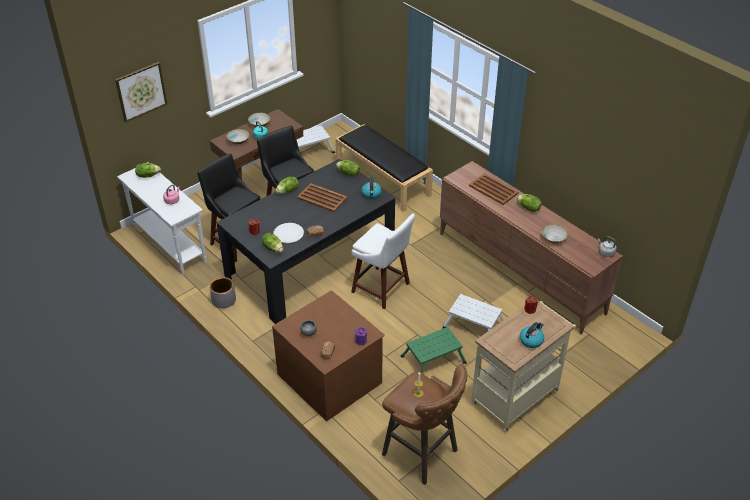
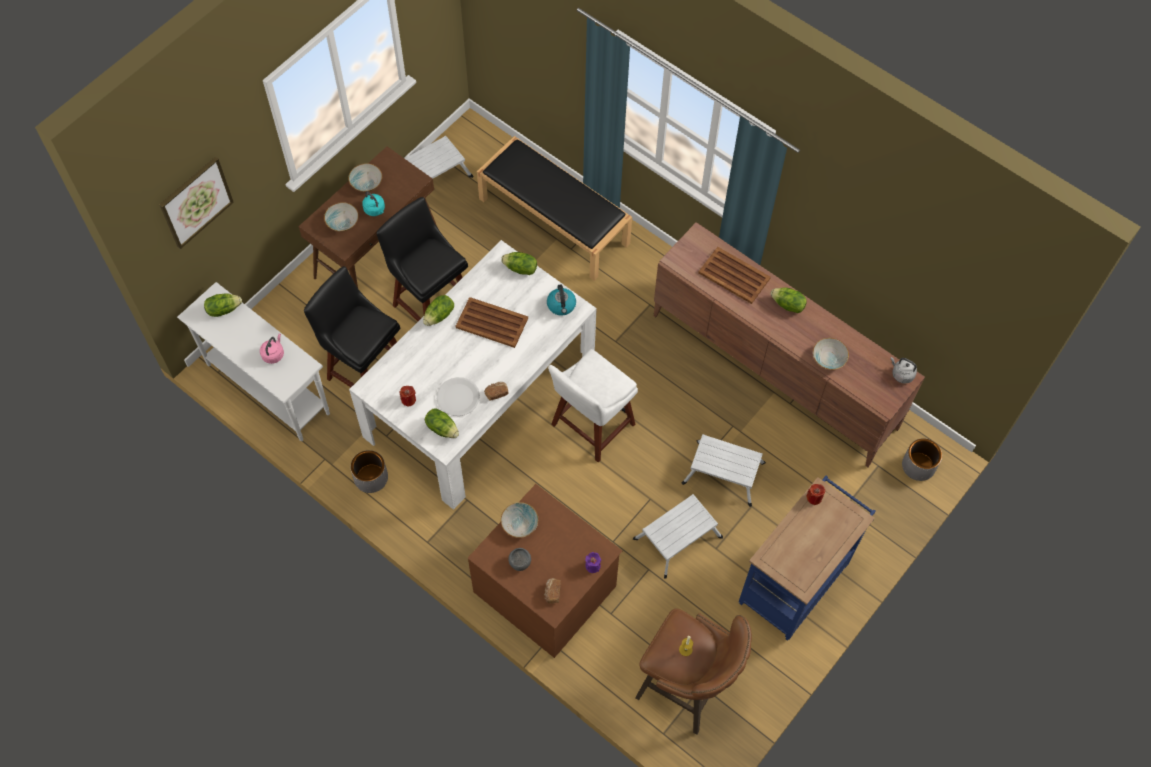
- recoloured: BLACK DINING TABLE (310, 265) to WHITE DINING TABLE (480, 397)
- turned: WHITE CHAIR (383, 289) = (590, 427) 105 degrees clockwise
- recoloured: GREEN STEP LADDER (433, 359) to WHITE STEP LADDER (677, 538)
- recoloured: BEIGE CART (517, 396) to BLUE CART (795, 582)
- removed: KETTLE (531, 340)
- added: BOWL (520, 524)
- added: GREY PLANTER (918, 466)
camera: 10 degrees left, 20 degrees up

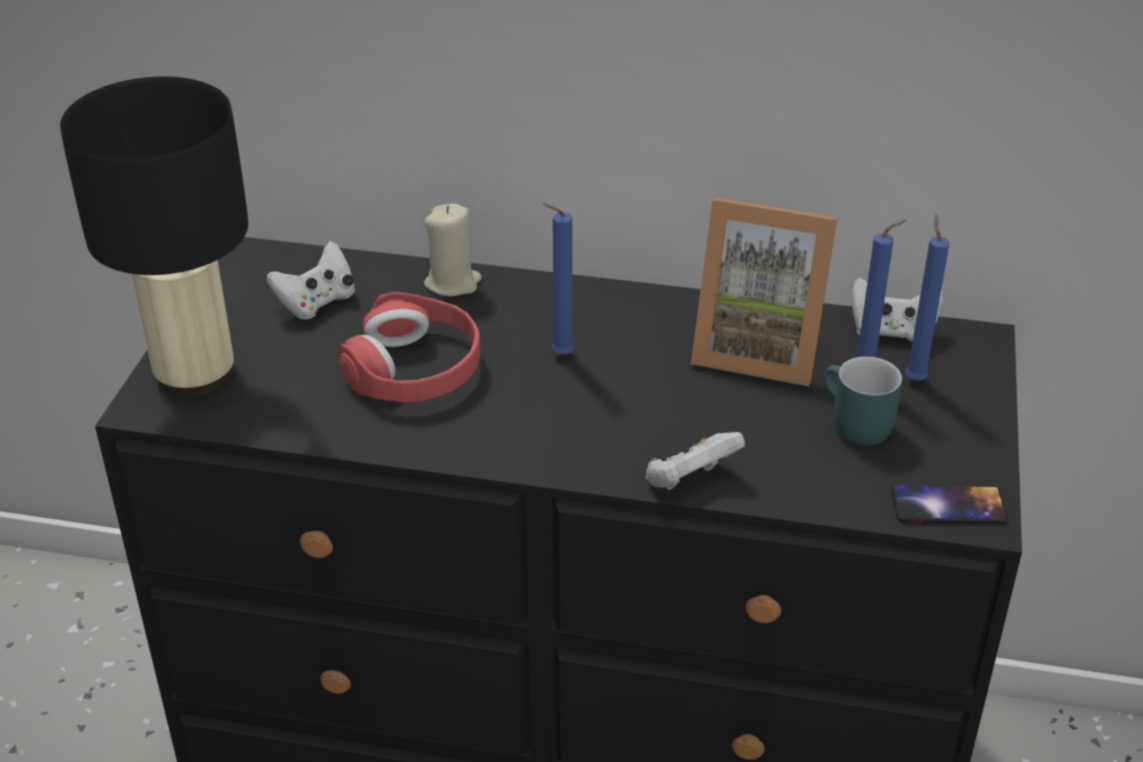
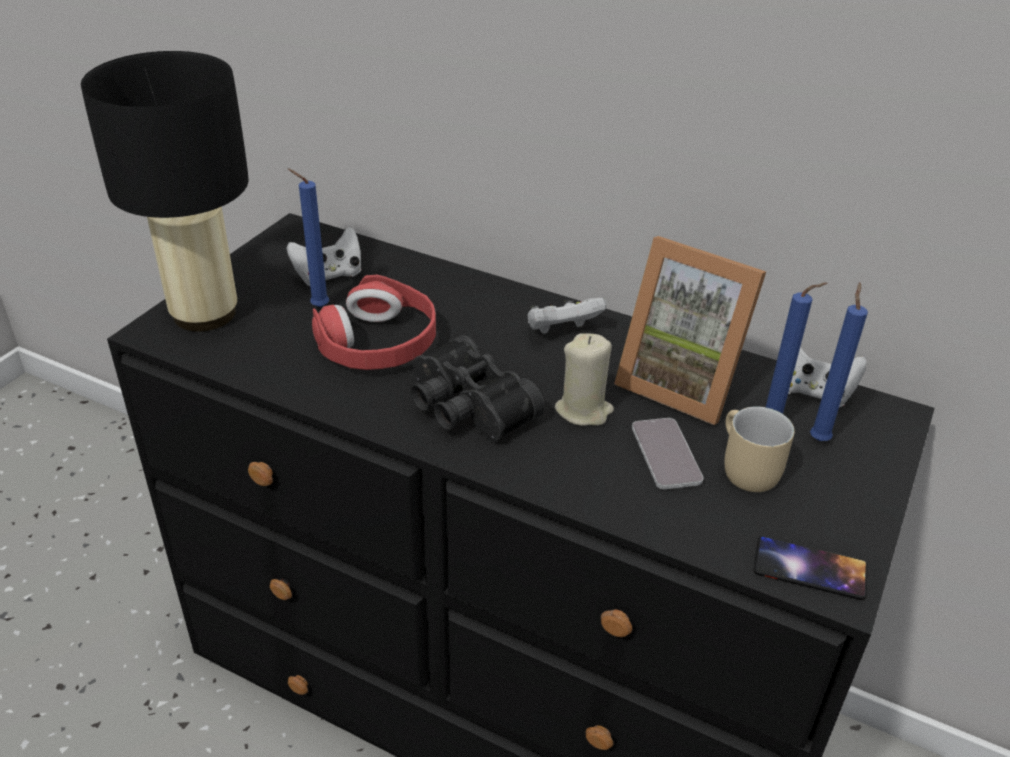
- moved: BEIGE CANDLE (453, 283) to (584, 410)
- moved: BLUE CANDLE (559, 355) to (317, 307)
- moved: WHITE GAME CONTROLLER (689, 481) to (562, 331)
- recoloured: TURQUOISE MUG (851, 425) to BEIGE MUG (742, 469)
- added: BLACK BINOCULARS (465, 408)
- added: PHONE (666, 454)
camera: 15 degrees right, 0 degrees up

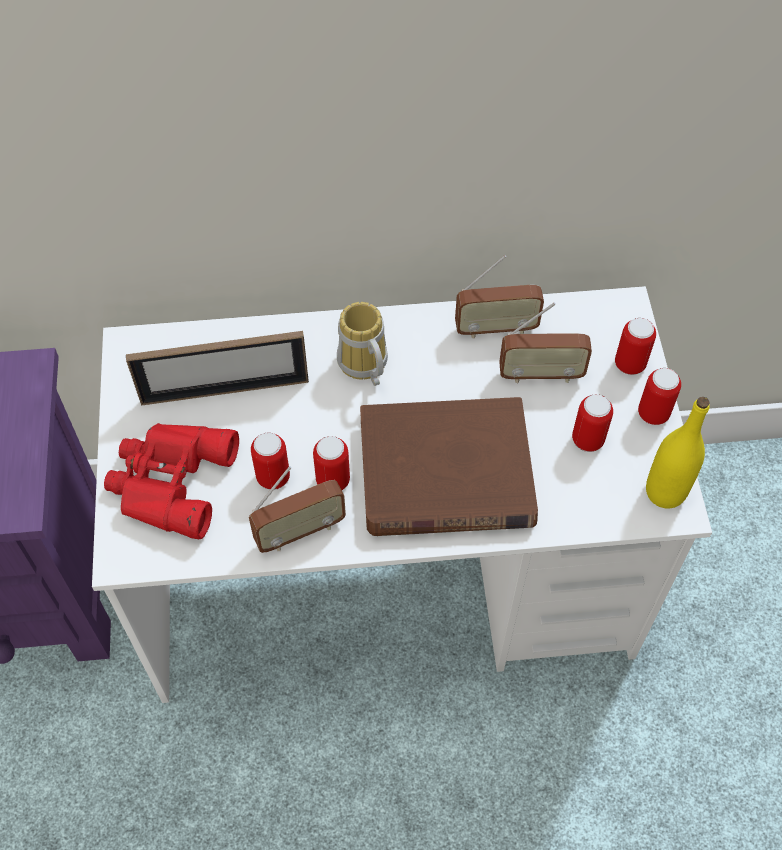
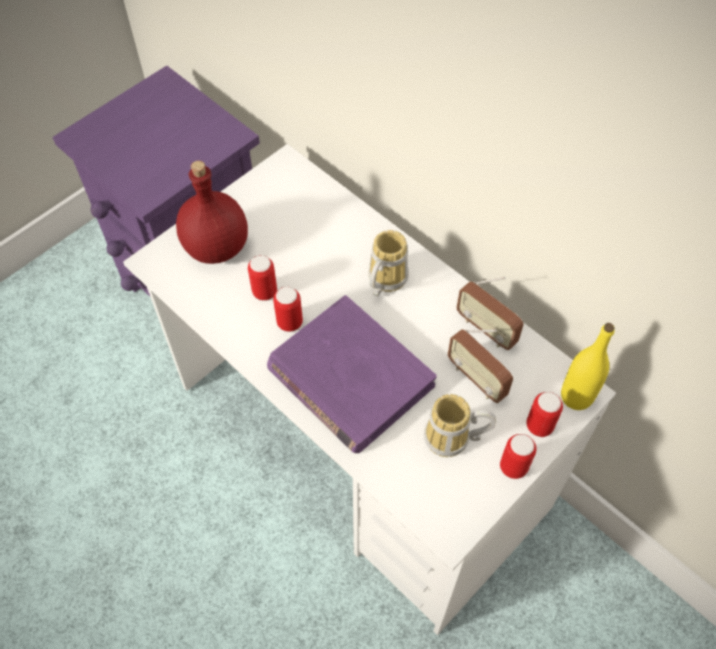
- replaced: RED BINOCULARS (169, 482) to RED BOTTLE (216, 246)
- removed: PICTURE FRAME (225, 391)
- removed: RADIO (300, 531)
- recoloured: BROWN BOOK (445, 474) to PURPLE BOOK (349, 377)
- replaced: CAN (587, 440) to MUG (453, 441)
- moved: YELLOW BOTTLE (665, 492) to (576, 396)
camera: 50 degrees right, 0 degrees up

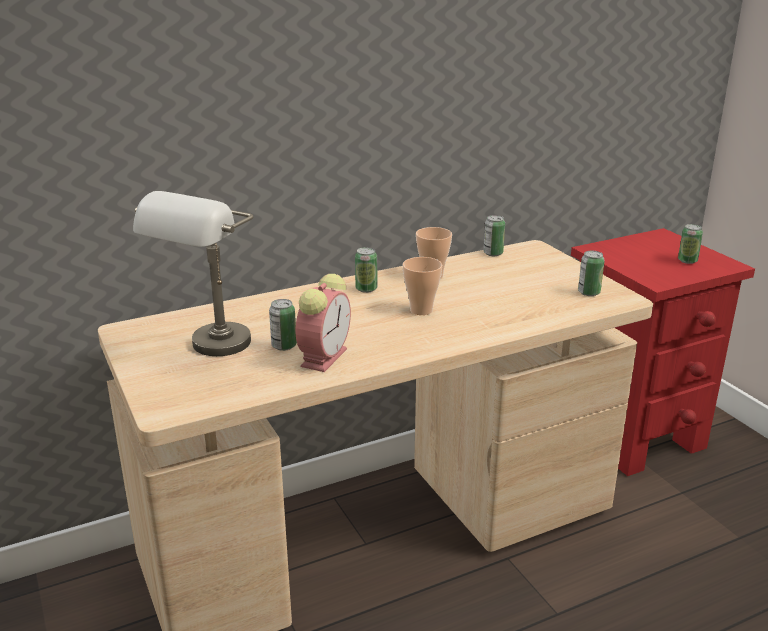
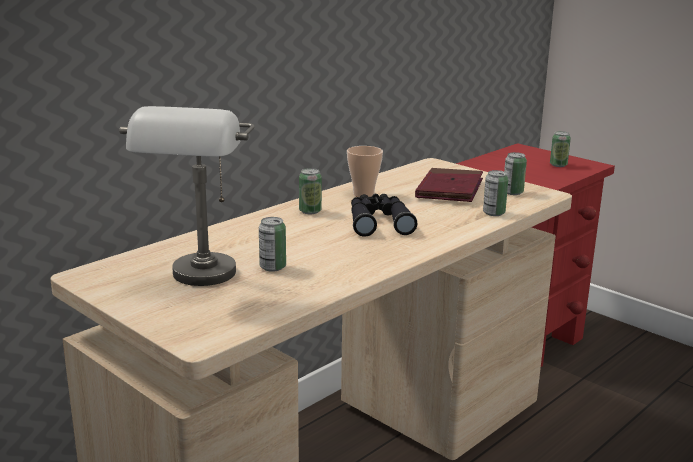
- removed: ALARM CLOCK (324, 356)
- replaced: CUP (421, 310) to BLACK BINOCULARS (379, 222)
- moved: CAN (493, 253) to (494, 213)
- added: RED BOOK (449, 190)
camera: 20 degrees left, 5 degrees down

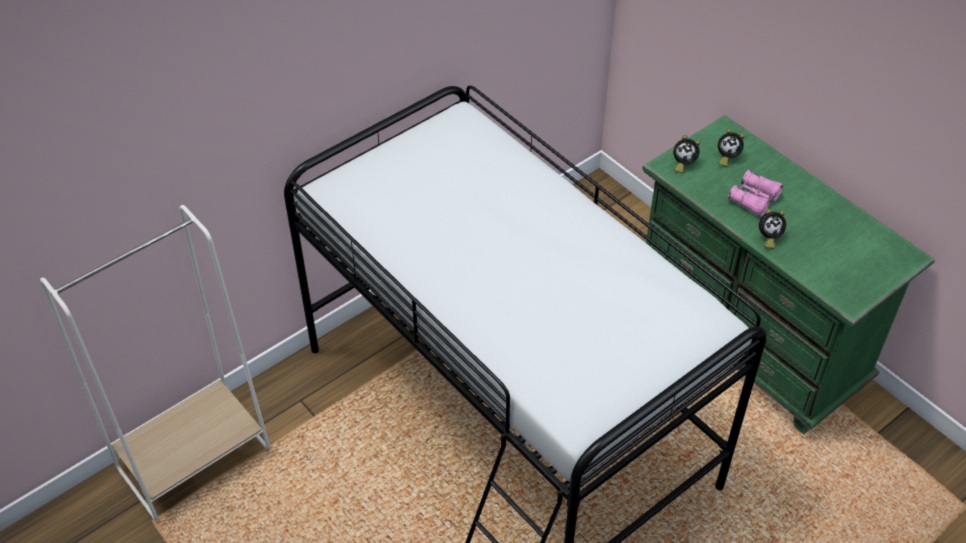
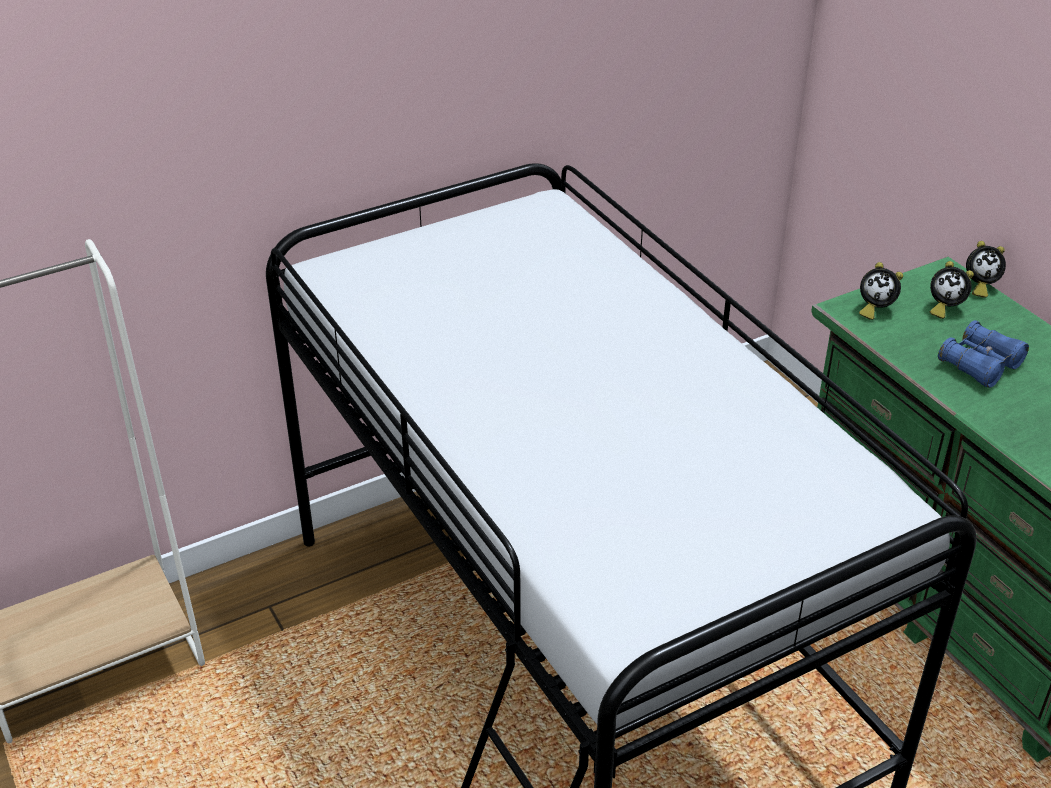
- recoloured: PINK BINOCULARS (753, 199) to BLUE BINOCULARS (980, 365)
- moved: ALARM CLOCK (768, 238) to (979, 286)
camera: 10 degrees right, 10 degrees down

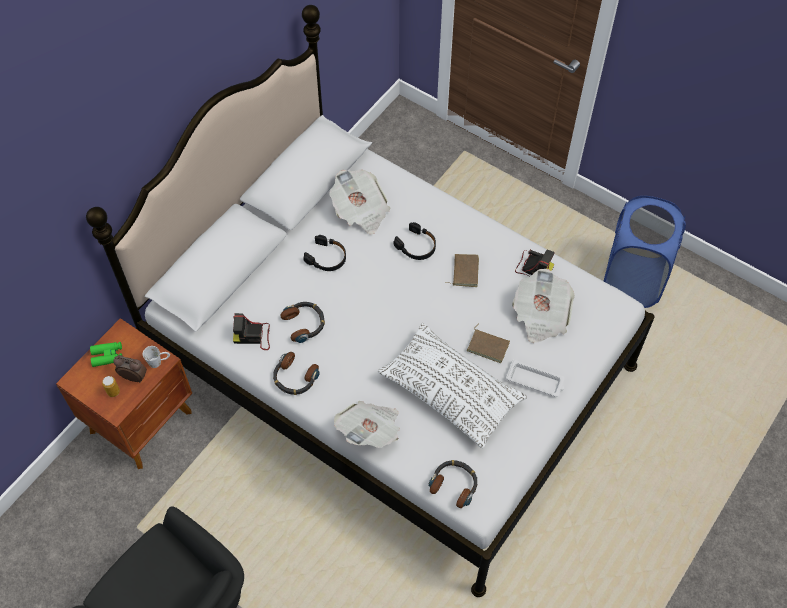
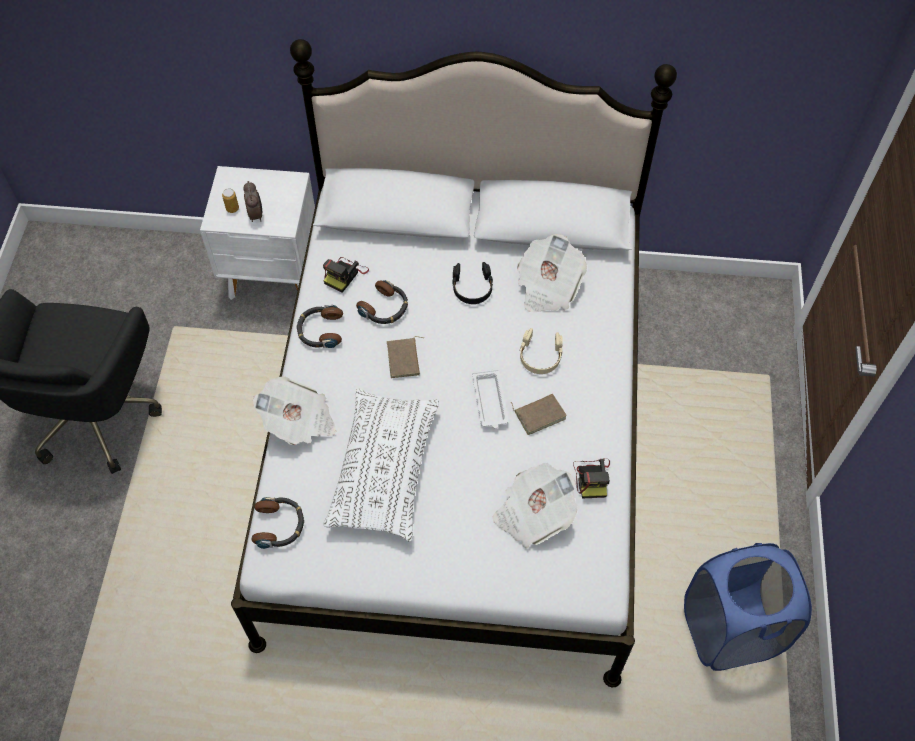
- recoloured: BROWN NIGHTSTAND (143, 422) to WHITE NIGHTSTAND (275, 275)
- removed: GREEN BINOCULARS (107, 356)
- removed: WHITE MUG (159, 361)
- turned: PHOTO CAMERA (253, 336) = (345, 275) 120 degrees counterclockwise
- recoloured: BLACK HEADPHONES (416, 246) to BEIGE HEADPHONES (540, 356)
- moved: BROWN BOOK (488, 346) to (405, 359)
- moved: WHITE TRAY (535, 380) to (490, 401)
camera: 60 degrees right, 0 degrees up

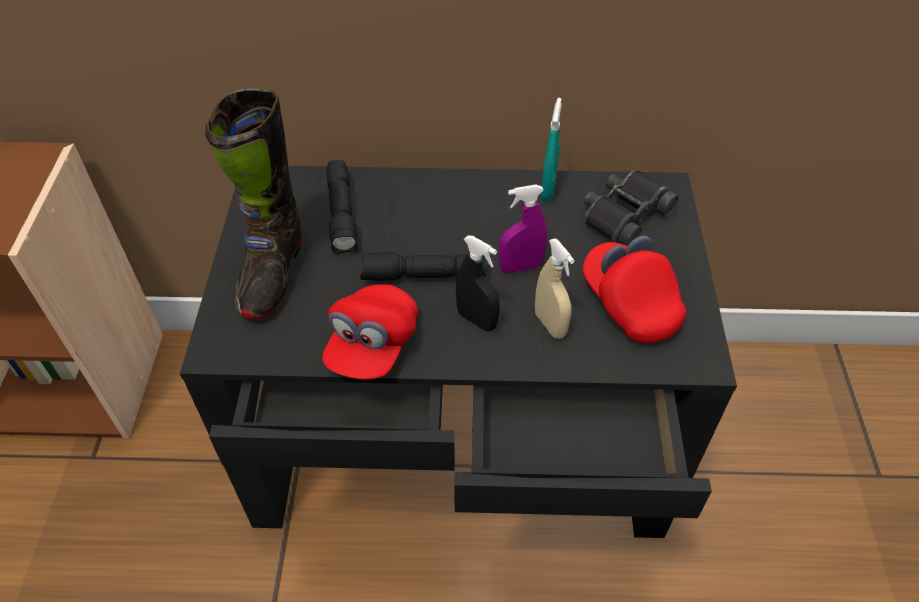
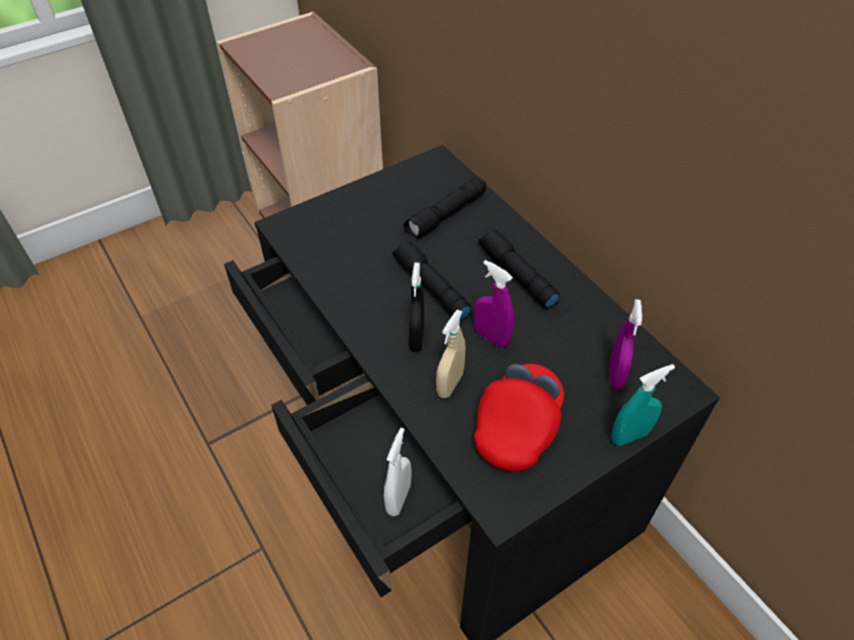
- removed: BLACK BOOT (272, 272)
- removed: RED CAP (372, 345)
- moved: TURQUOISE SPRAY BOTTLE (548, 189) to (629, 436)
- replaced: BLACK BINOCULARS (624, 215) to PURPLE SPRAY BOTTLE (615, 375)
- added: WHITE SPRAY BOTTLE (398, 498)
- added: BLACK FLASHLIGHT (516, 275)
camera: 55 degrees right, 0 degrees up

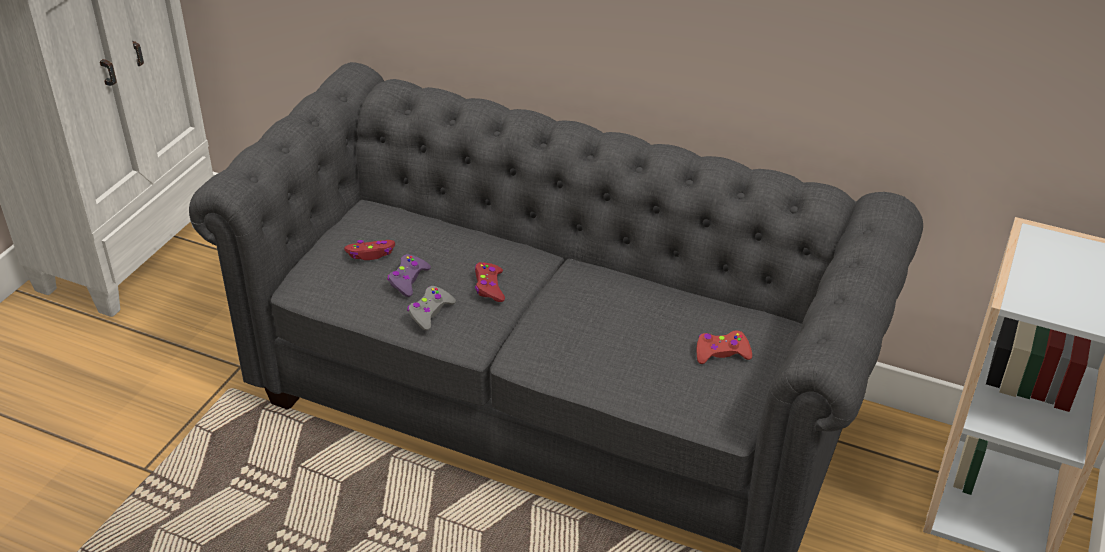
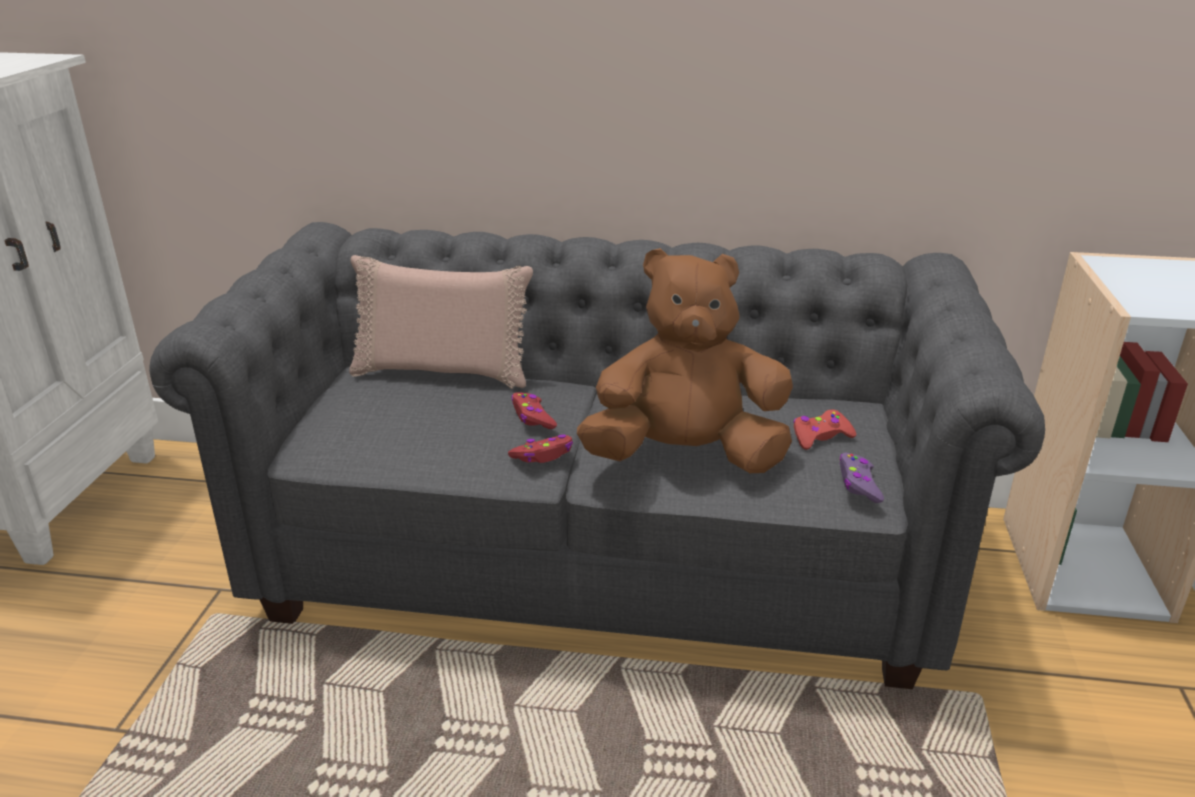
- moved: RED GAME CONTROLLER (371, 254) to (543, 455)
- moved: PURPLE GAME CONTROLLER (408, 280) to (858, 484)
- removed: GREY GAME CONTROLLER (430, 312)
- added: BEIGE PILLOW (442, 373)
- added: BROWN PLUSH TOY (686, 457)
camera: 15 degrees left, 10 degrees down

